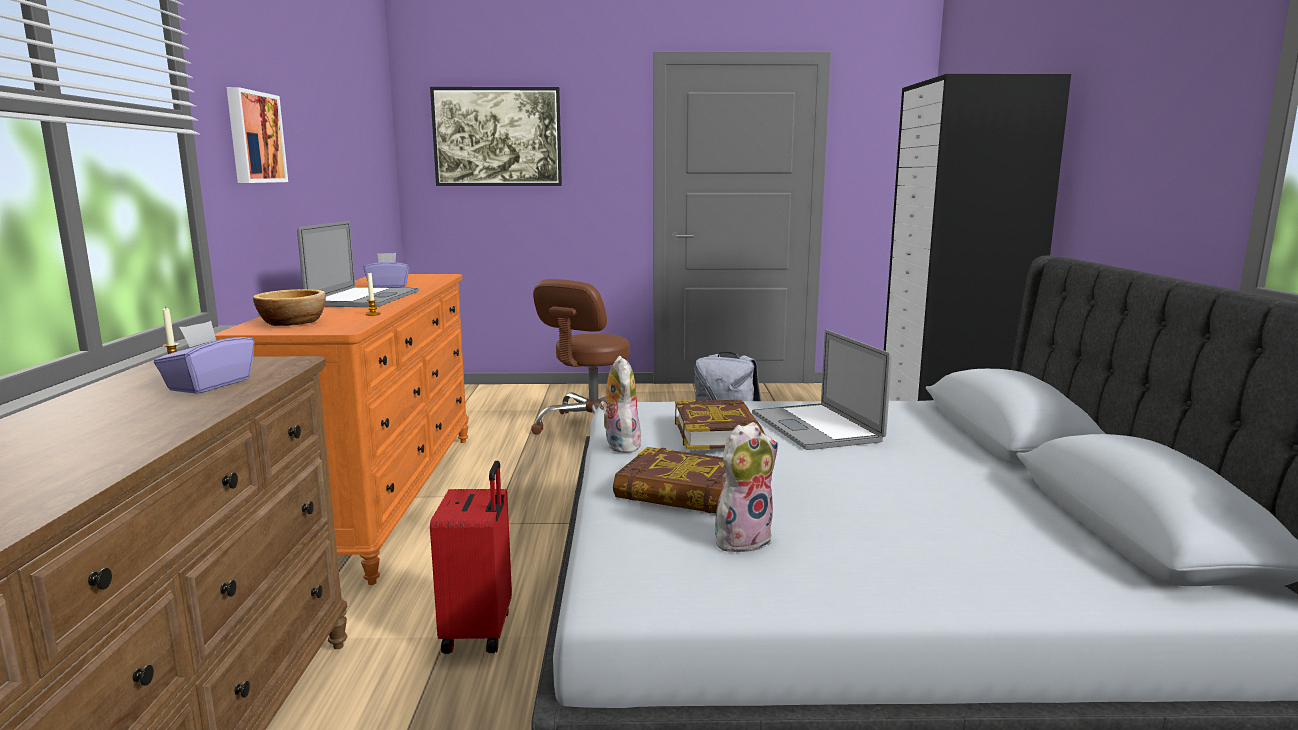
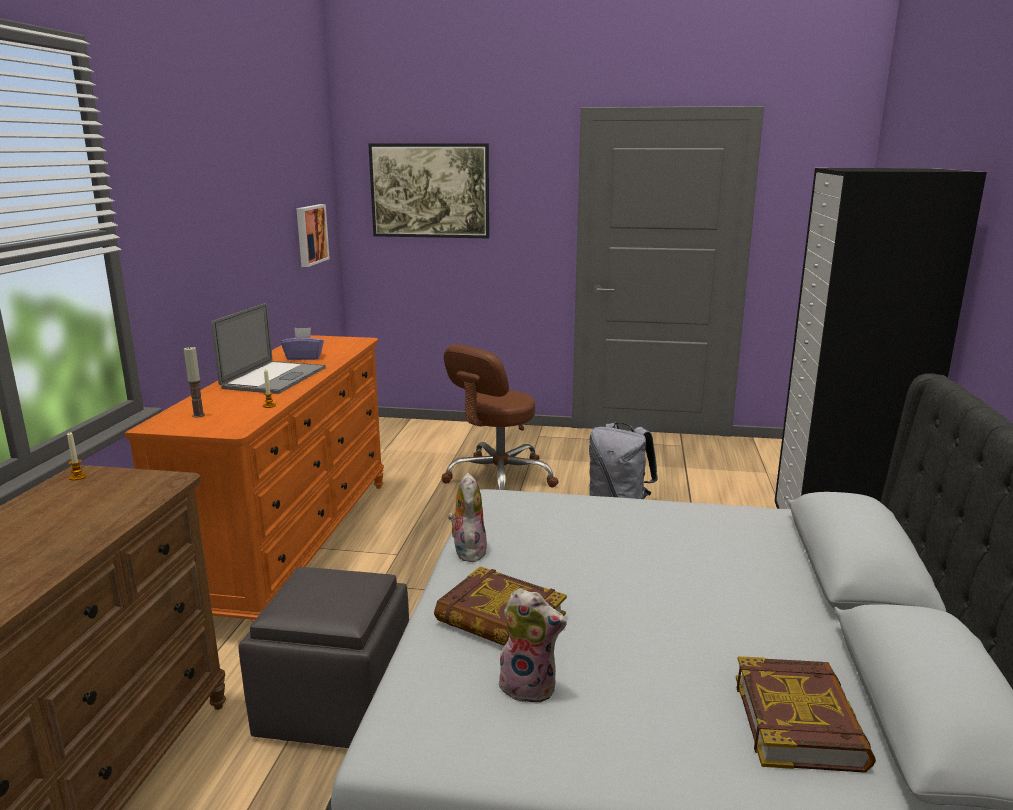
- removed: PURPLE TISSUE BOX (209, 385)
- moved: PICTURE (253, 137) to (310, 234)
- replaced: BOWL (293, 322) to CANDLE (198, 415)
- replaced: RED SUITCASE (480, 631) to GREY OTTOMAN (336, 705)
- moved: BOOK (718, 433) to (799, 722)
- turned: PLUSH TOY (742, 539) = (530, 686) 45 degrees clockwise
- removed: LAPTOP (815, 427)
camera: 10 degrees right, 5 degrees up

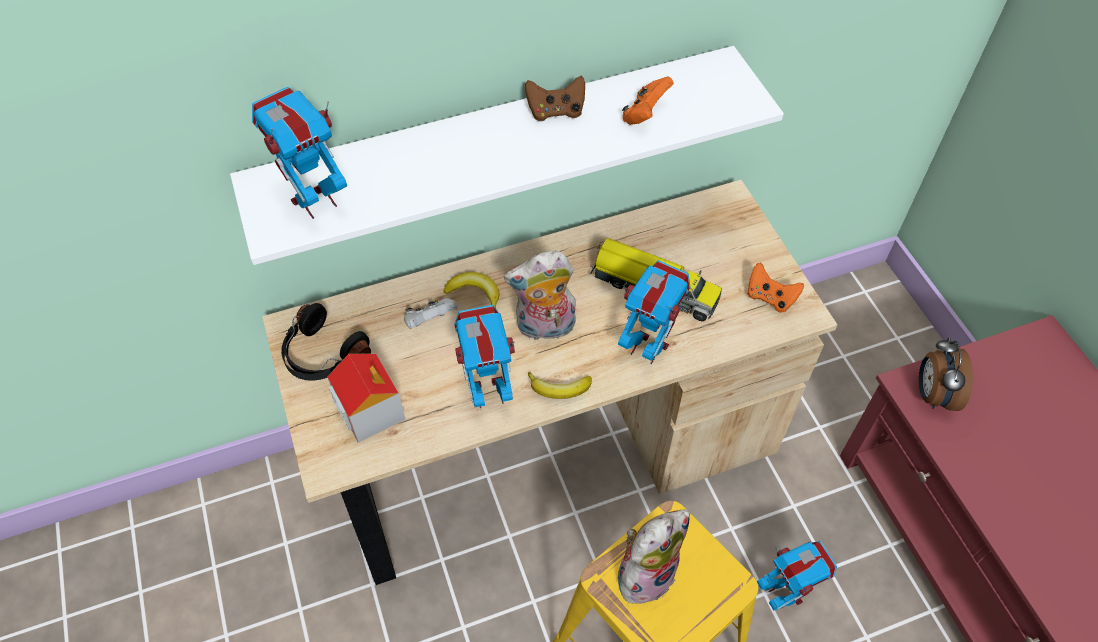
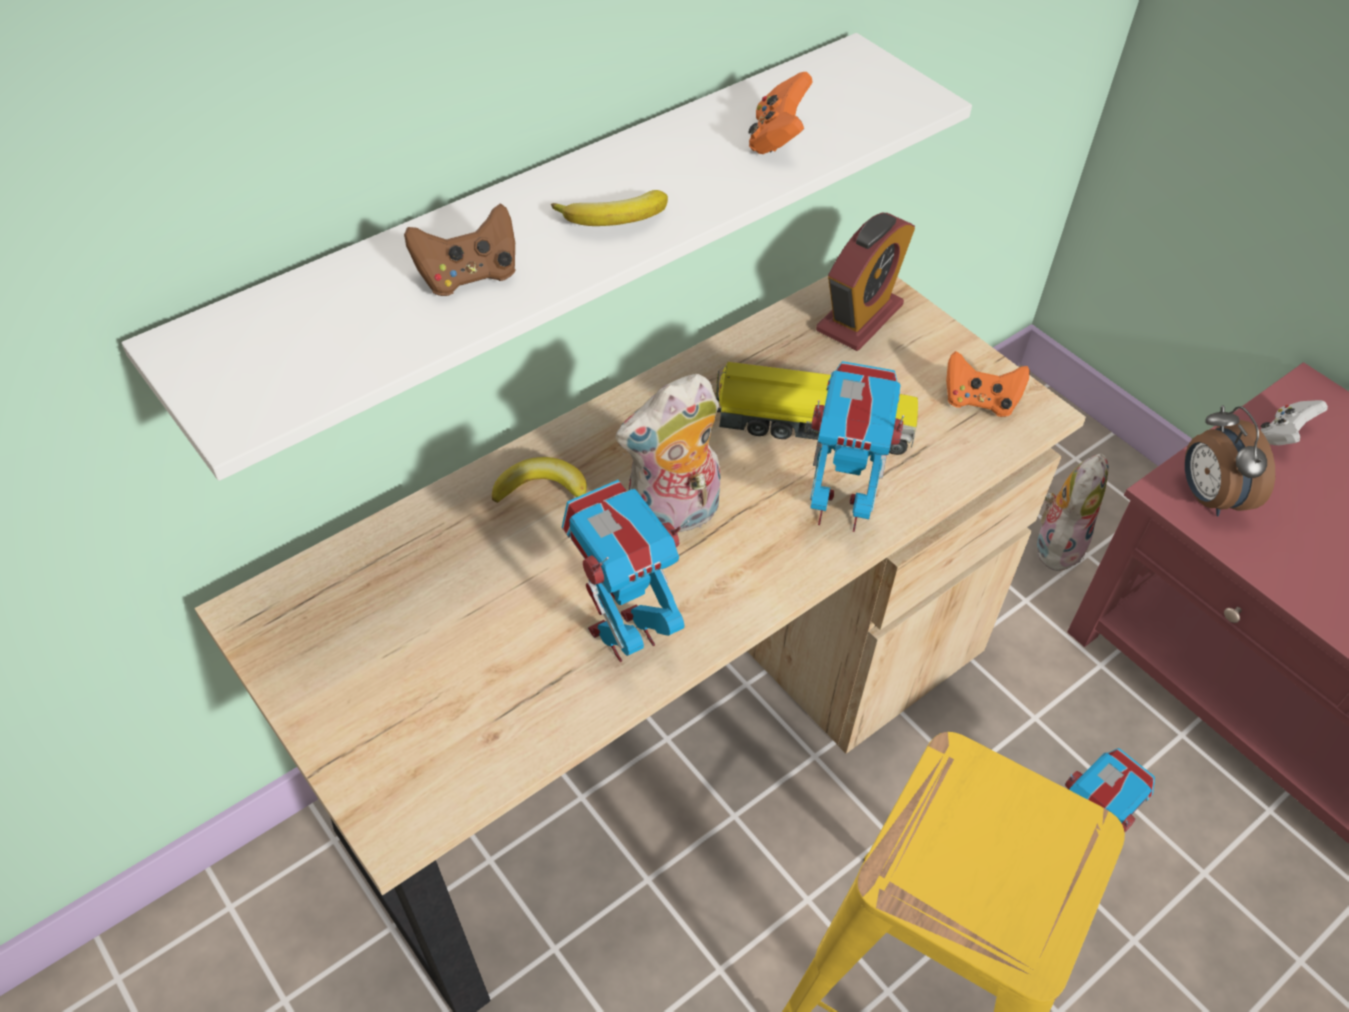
- removed: TOY ROBOT (315, 201)
- removed: BLACK HEADPHONES (322, 355)
- removed: TOY HOUSE (370, 410)
- moved: WHITE GAME CONTROLLER (430, 321) to (1282, 436)
- moved: BROWN GAME CONTROLLER (556, 111) to (468, 276)
- moved: BANANA (559, 389) to (614, 220)
- moved: PLUSH TOY (645, 572) to (1057, 544)
- added: ALARM CLOCK (859, 318)
camera: 20 degrees left, 5 degrees down

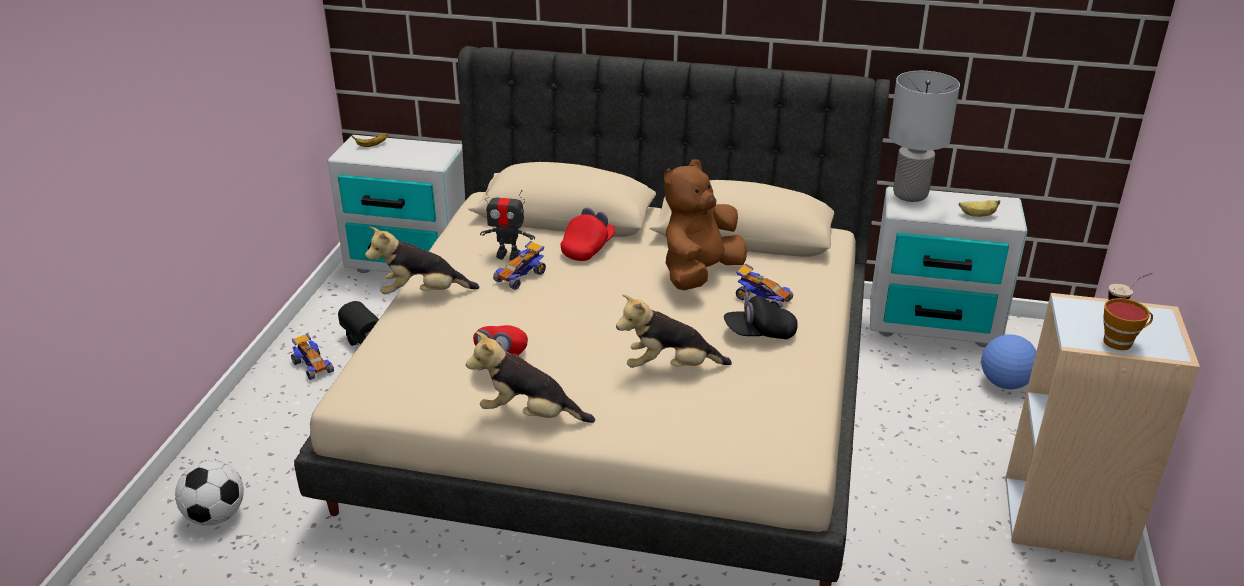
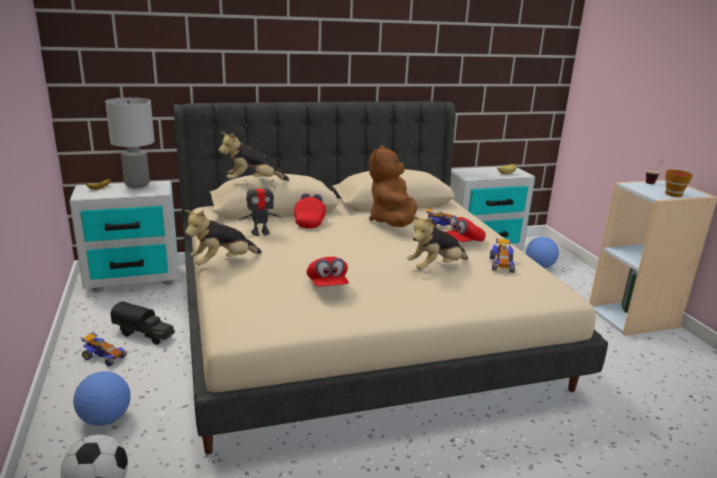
- moved: PLUSH TOY (529, 415) to (253, 182)
- moved: TOY CAR (520, 276) to (501, 264)
- recoloured: BLACK CAP (759, 333) to RED CAP (462, 242)
- moved: GREY TABLE LAMP (910, 197) to (137, 186)
- added: FOOTBALL (105, 419)
camera: 30 degrees left, 10 degrees down

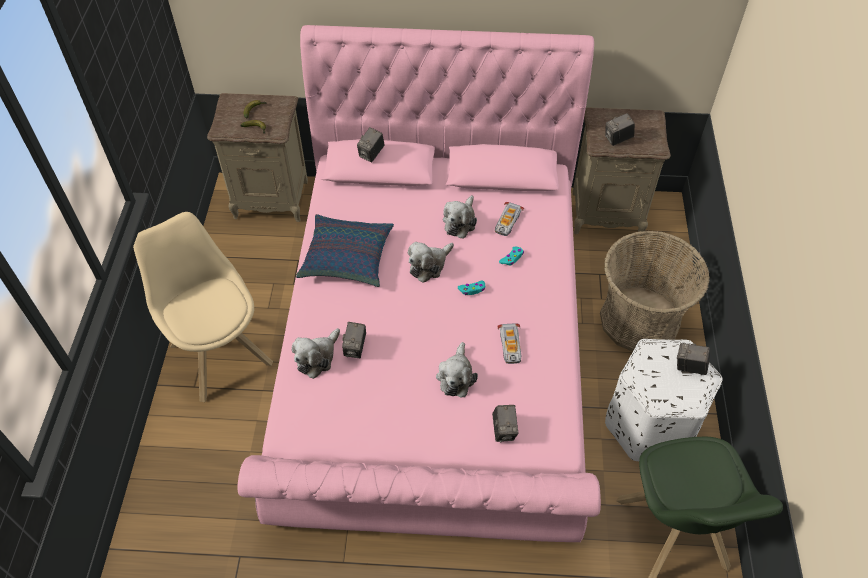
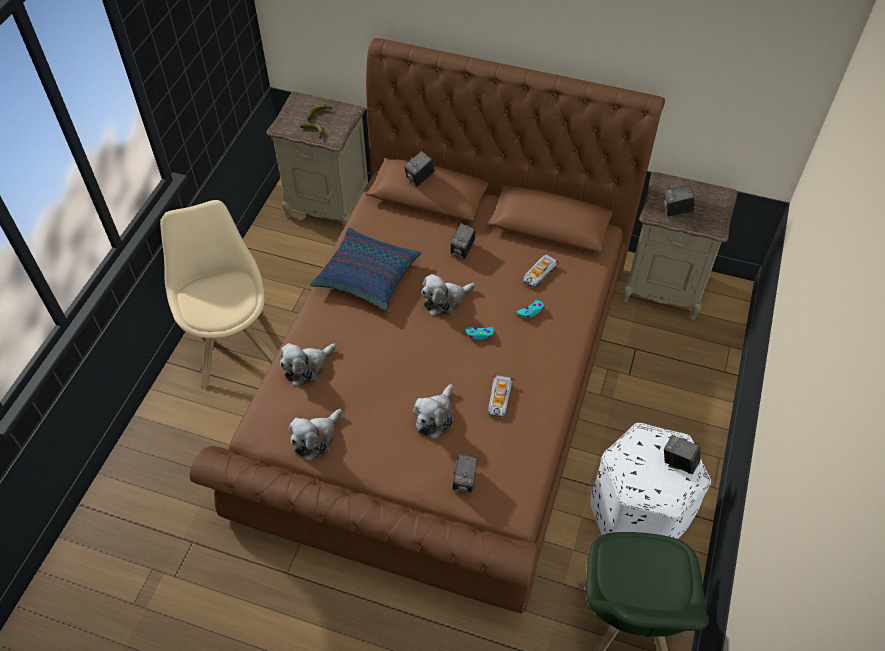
- recoloured: PINK BED (433, 342) to BROWN BED (442, 380)
- moved: PHOTO CAMERA (355, 348) to (462, 250)
- moved: PLUSH TOY (460, 222) to (316, 439)
- removed: BASKET (639, 320)
camera: 15 degrees right, 0 degrees up

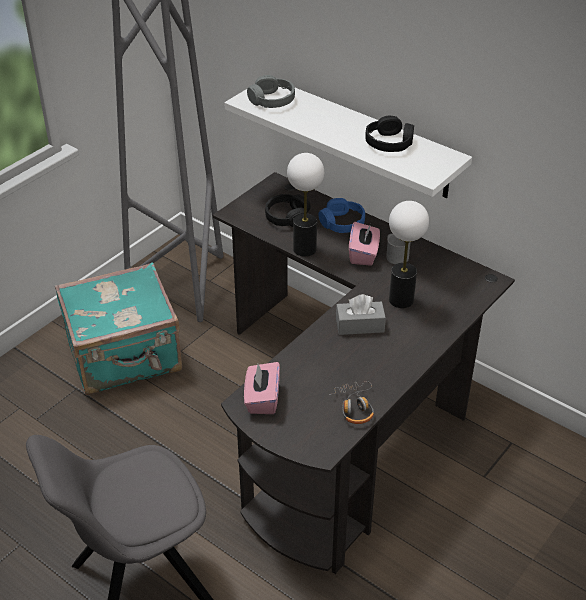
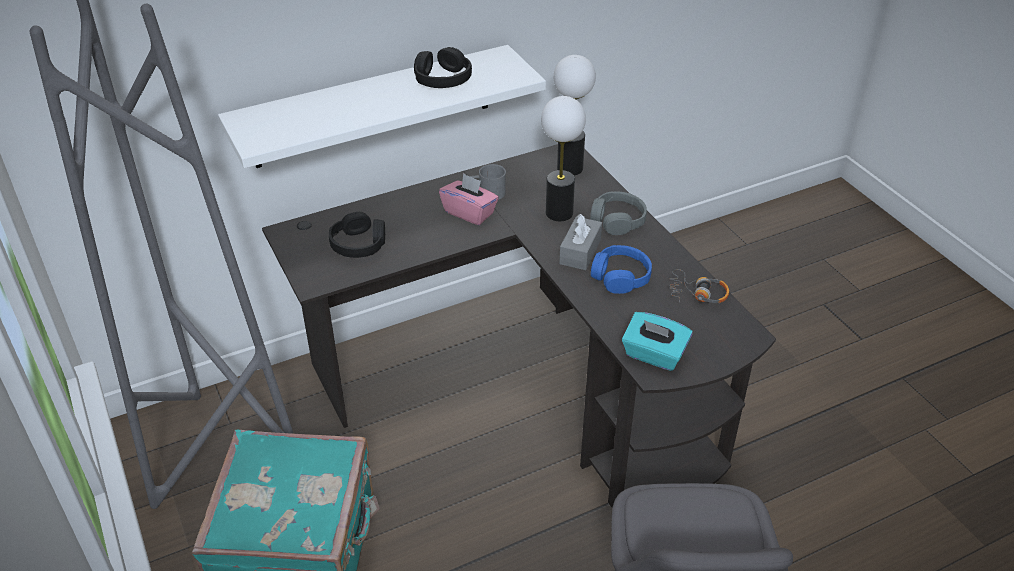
- recoloured: PINK TISSUE BOX (262, 399) to TURQUOISE TISSUE BOX (654, 355)
- moved: GREY HEADPHONES (271, 100) to (617, 220)
- moved: TABLE LAMP (305, 249) to (569, 168)
- moved: BLUE HEADPHONES (342, 223) to (620, 277)
camera: 65 degrees left, 0 degrees up

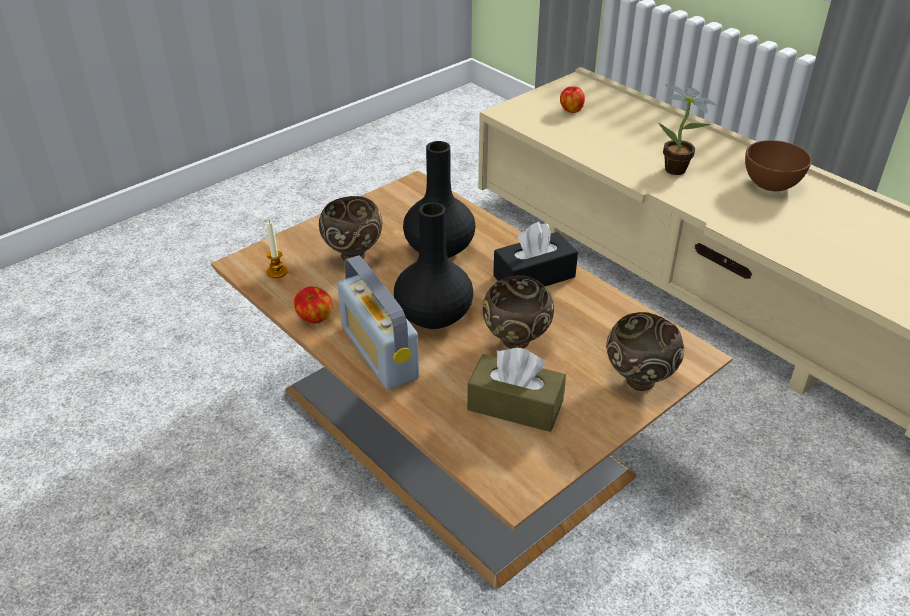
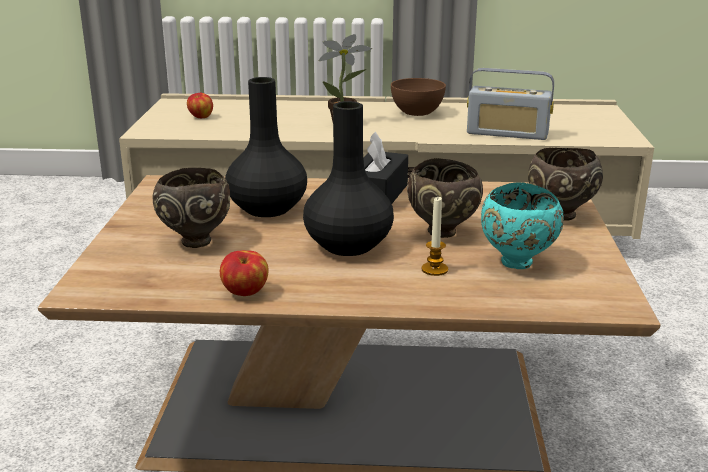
- moved: CANDLE (277, 272) to (434, 269)
- moved: RADIO (379, 352) to (507, 133)
- replaced: BROWN TISSUE BOX (515, 405) to TURQUOISE BOWL (517, 264)
camera: 45 degrees left, 15 degrees down

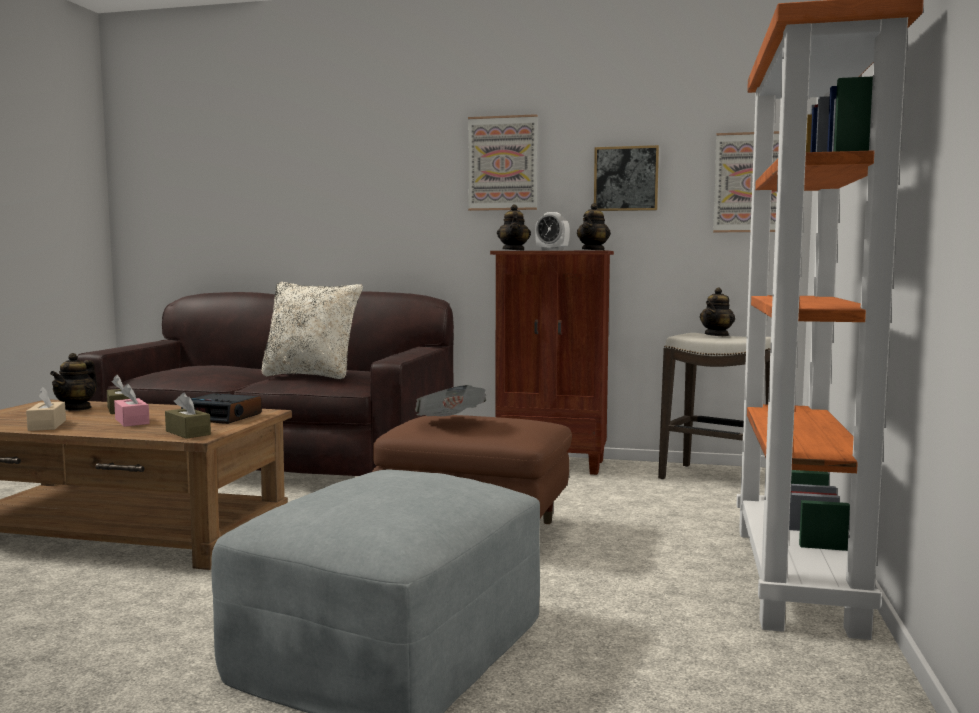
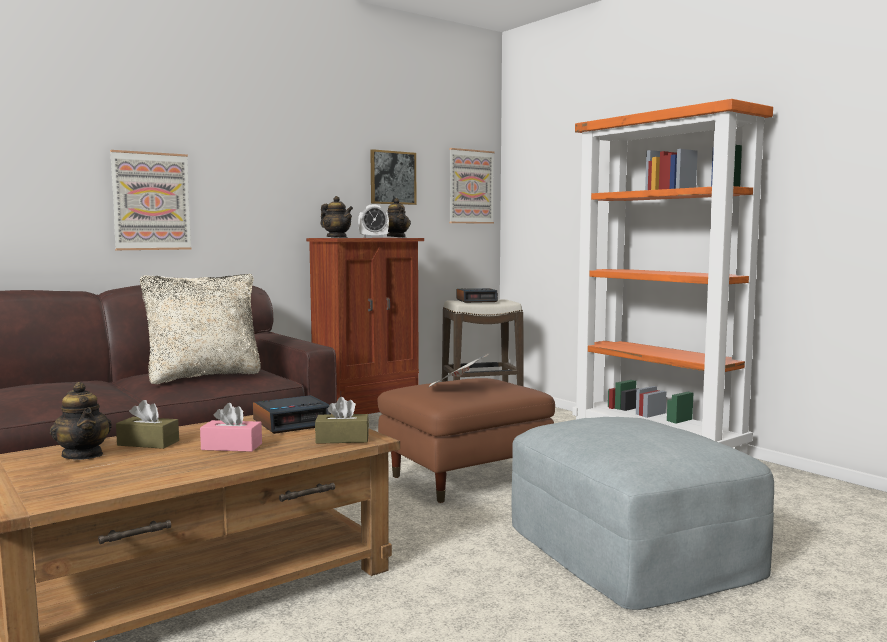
- removed: BEIGE TISSUE BOX (47, 425)
- moved: PICTURE (503, 163) to (151, 201)
- replaced: TEAPOT (717, 335) to ALARM CLOCK (477, 300)
camera: 50 degrees left, 0 degrees up

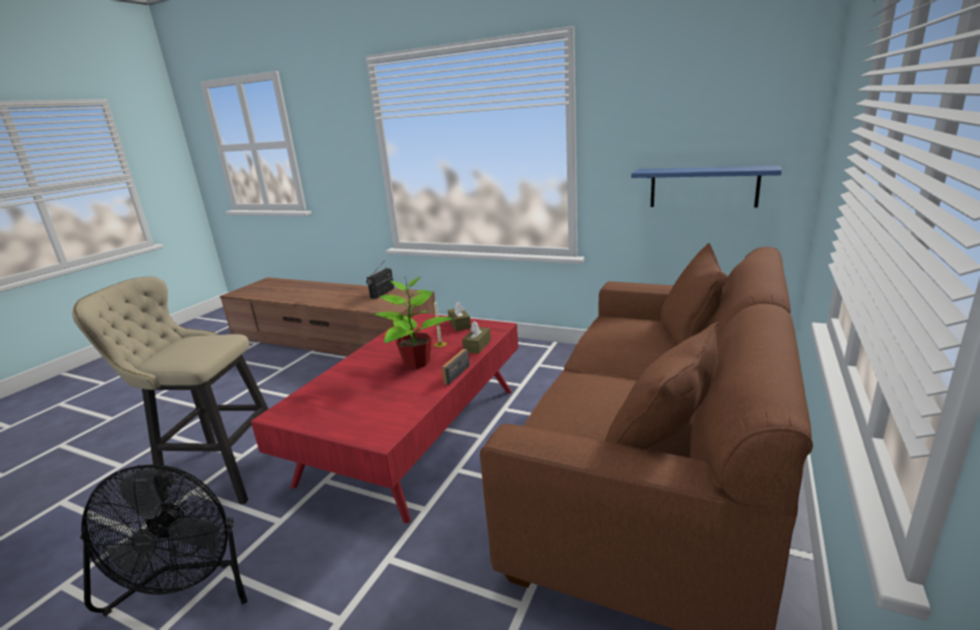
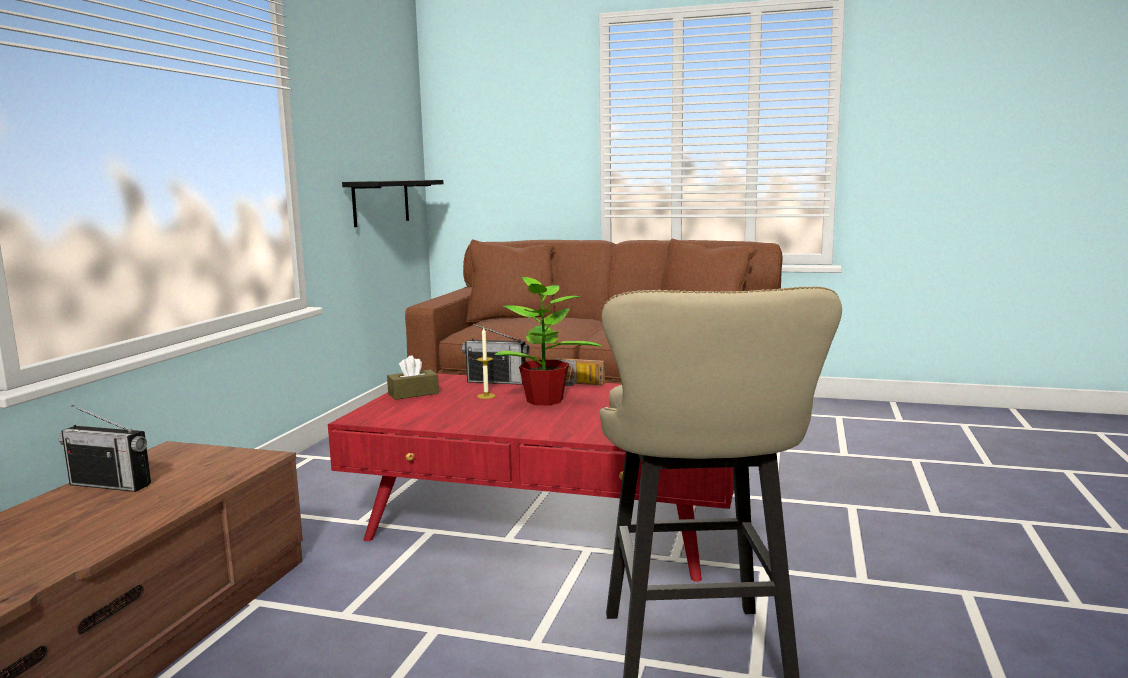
- removed: BLACK FAN (185, 584)
- replaced: BROWN TISSUE BOX (477, 346) to RADIO (497, 381)
- recoloured: BLUE SHELF (703, 187) to BLACK SHELF (381, 202)
camera: 100 degrees left, 10 degrees down

